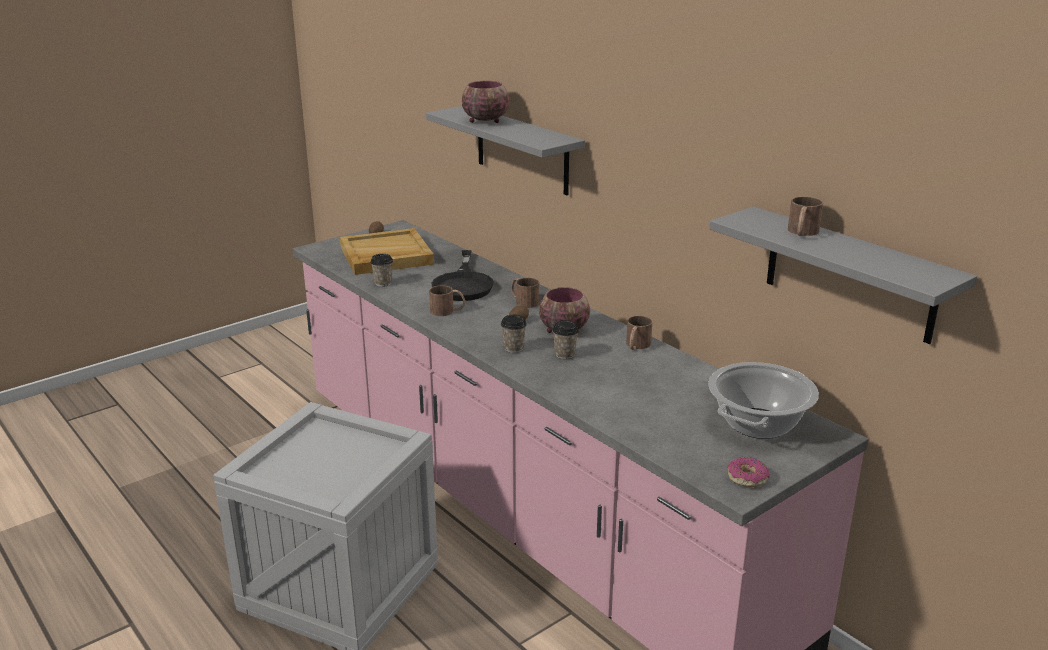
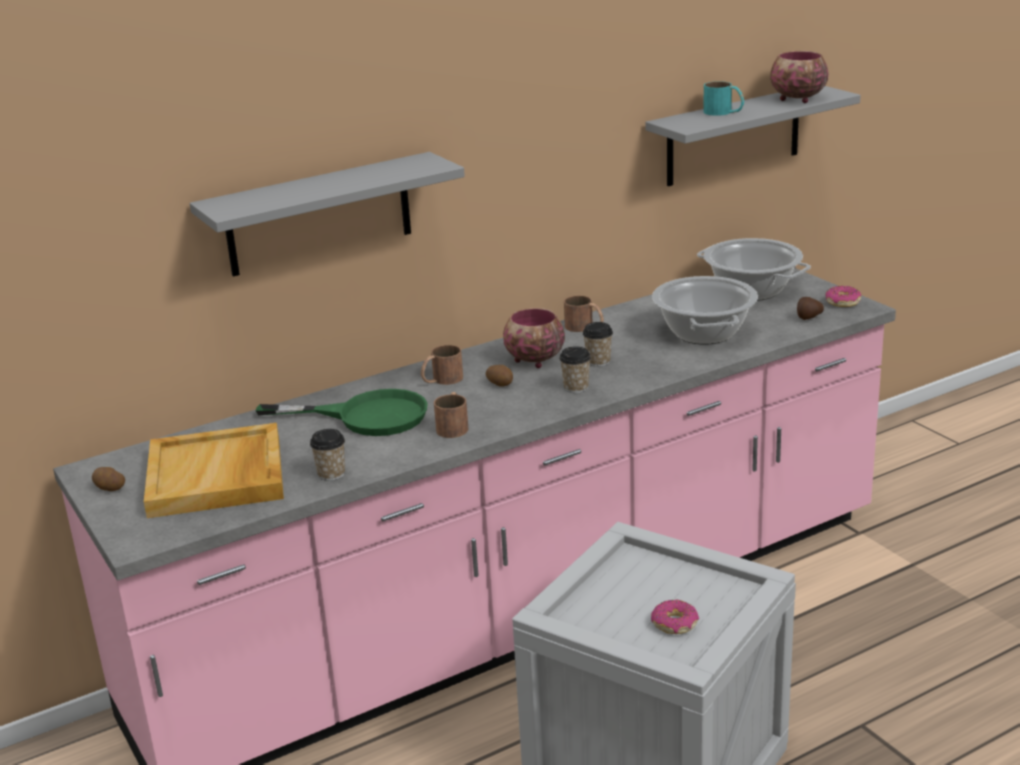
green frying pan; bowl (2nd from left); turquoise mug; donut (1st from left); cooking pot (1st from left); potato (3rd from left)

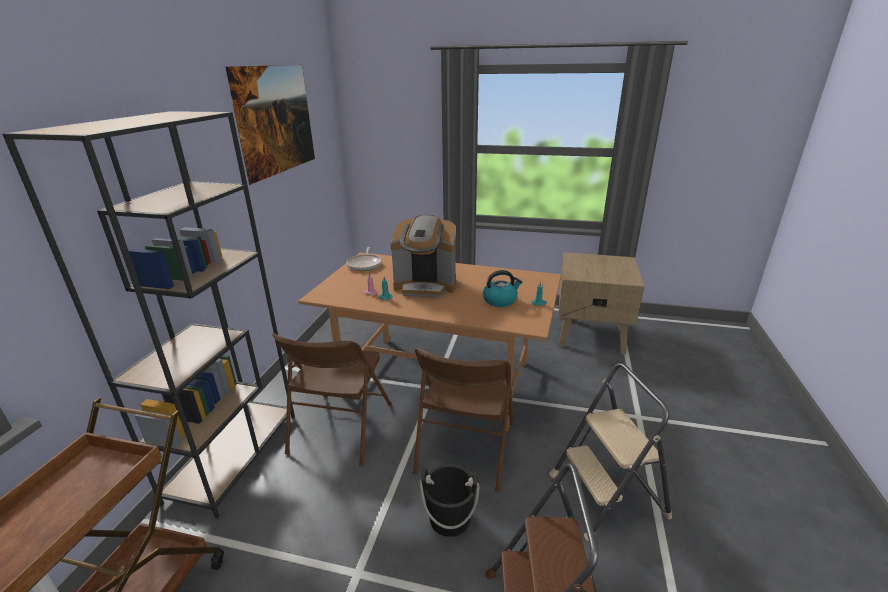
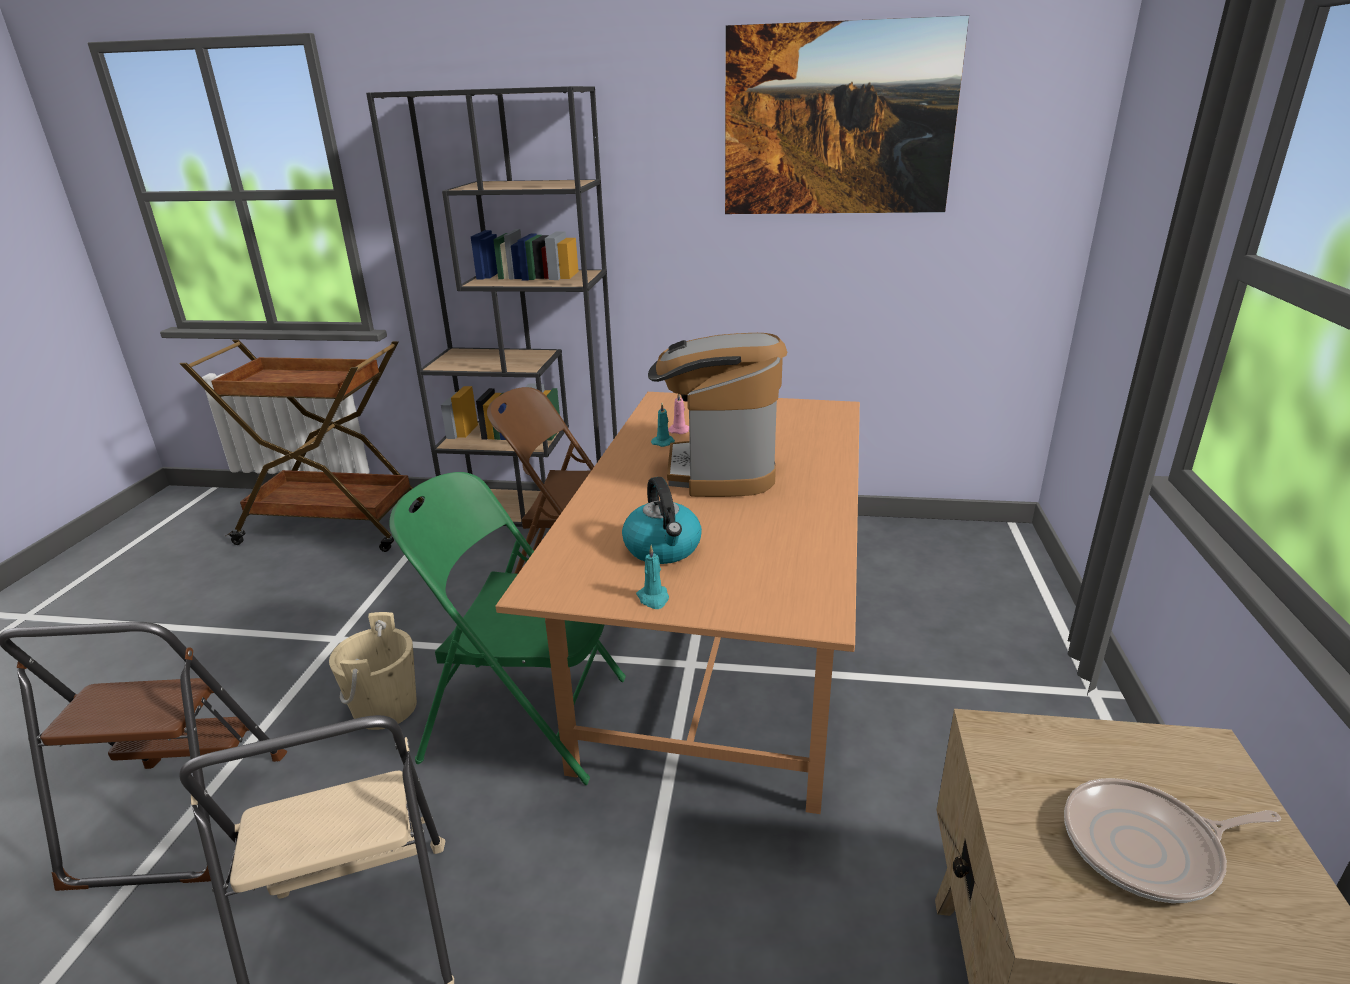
frying pan; green chair; beige bucket

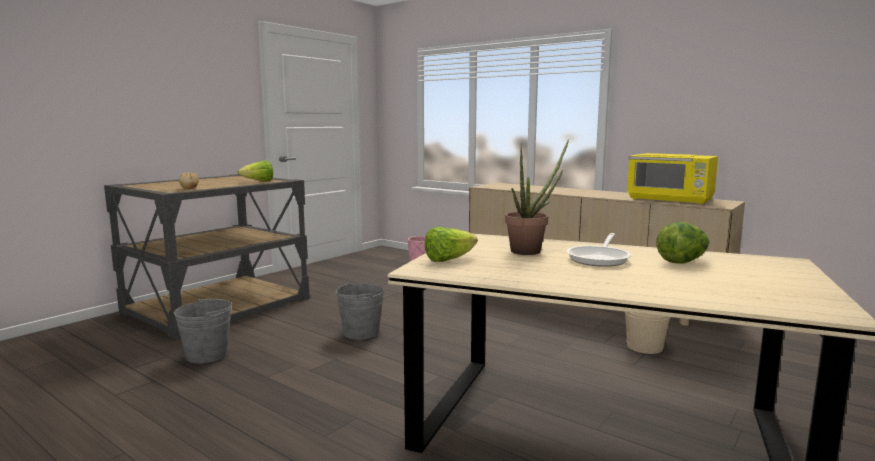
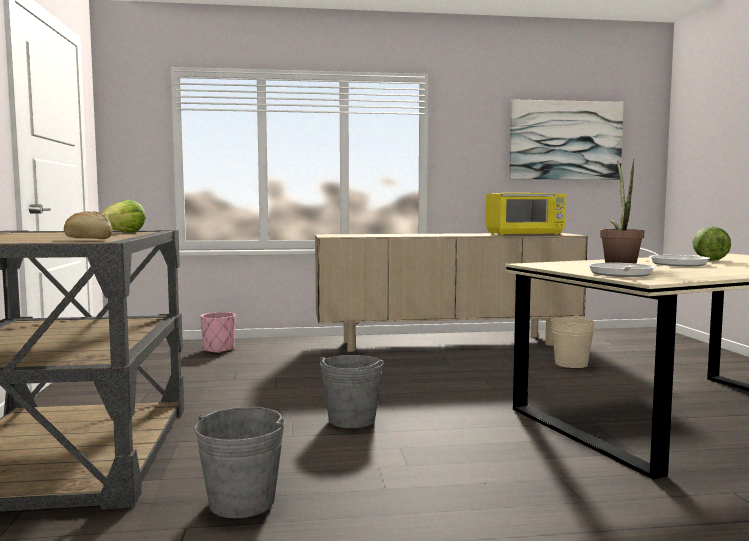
frying pan (1st from left); picture

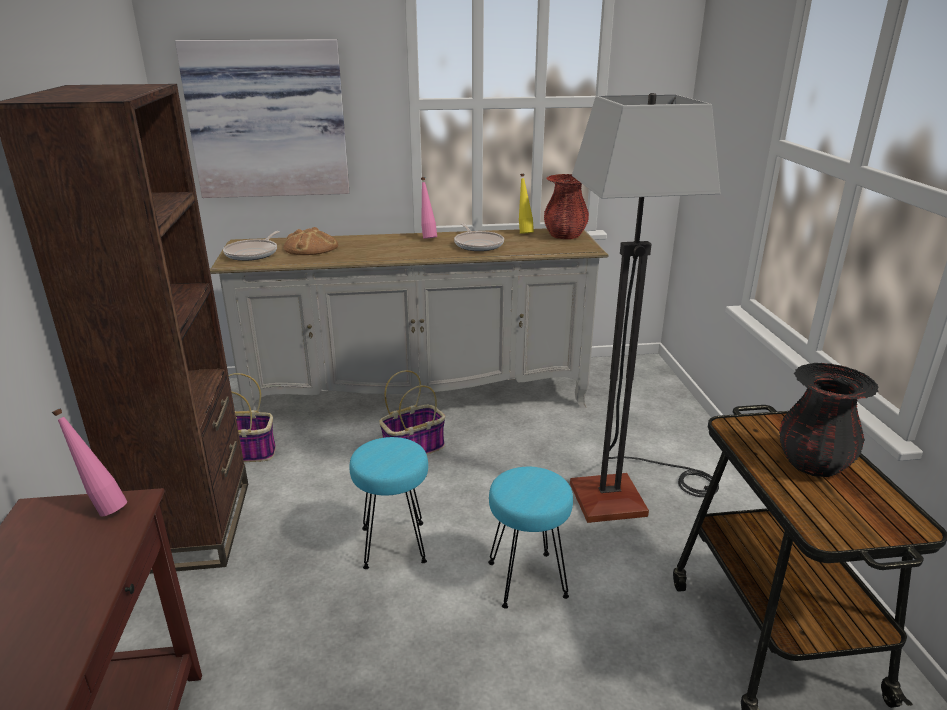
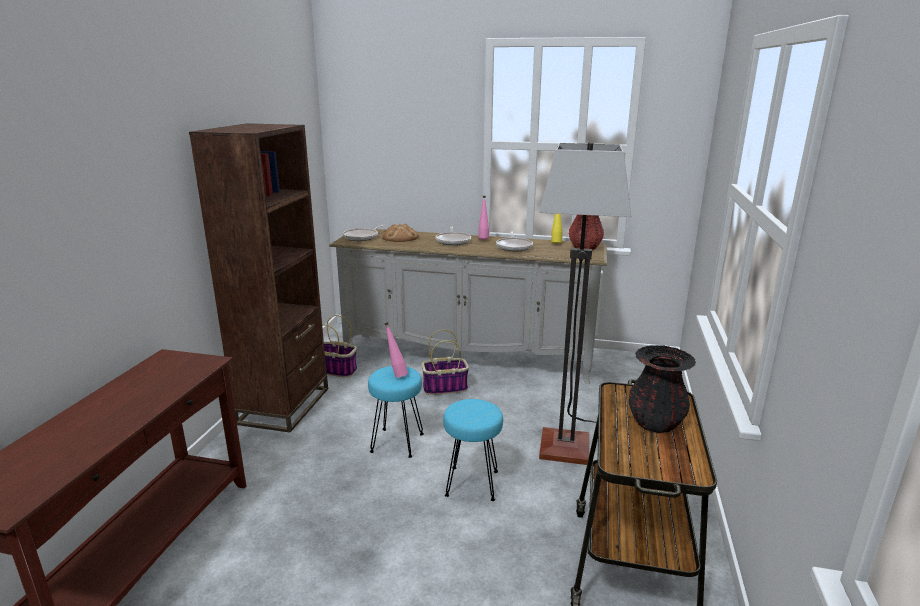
pink bottle (1st from left); picture; frying pan (2nd from left)

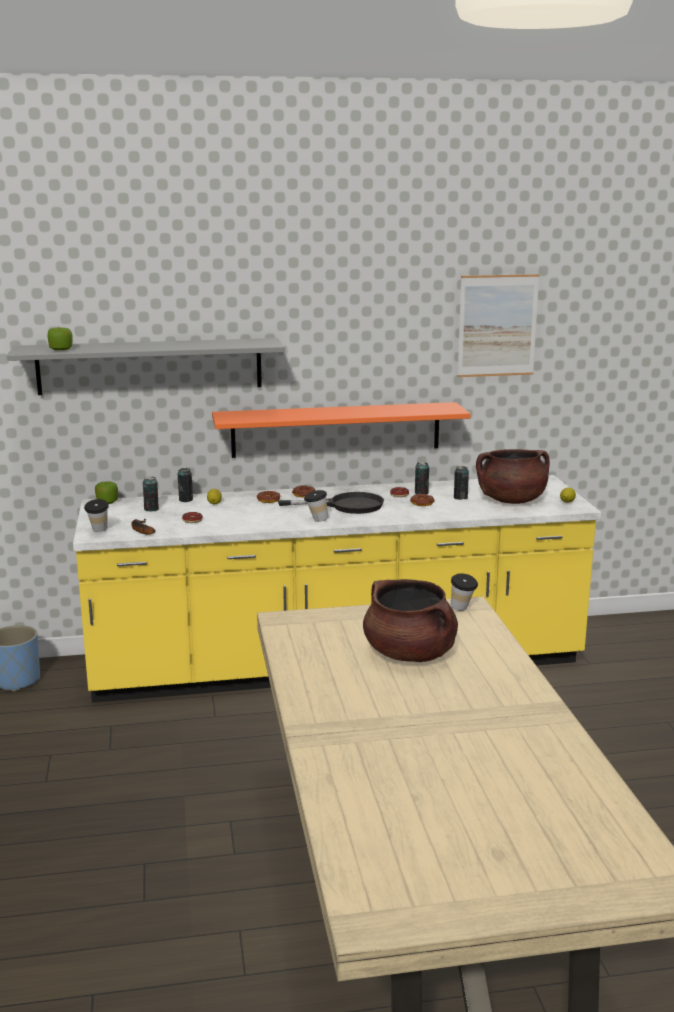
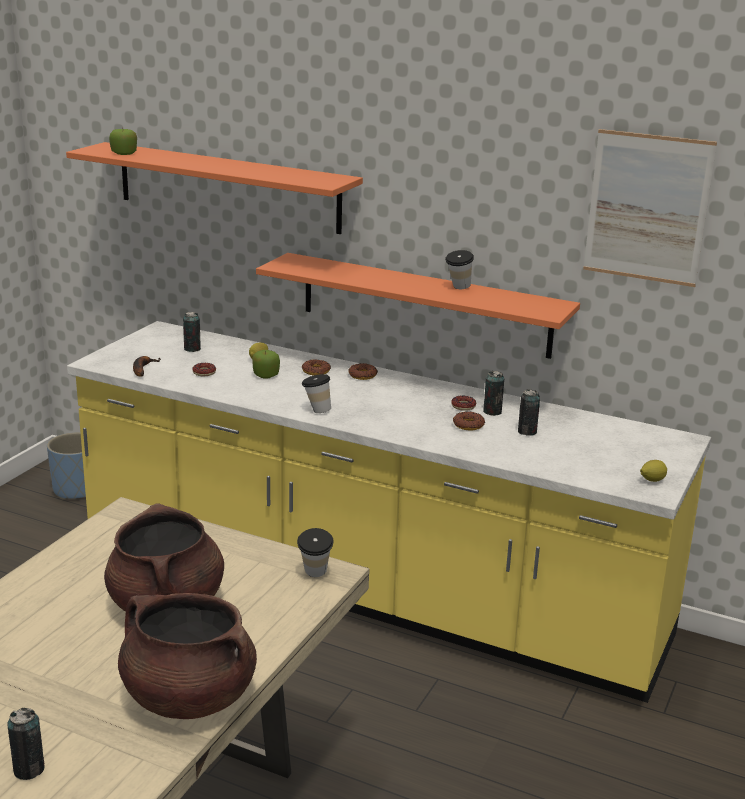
orange shelf (1st from left); cup (3rd from left); apple (2nd from left); can (1st from left); black frying pan; brown cooking pot (2nd from left)

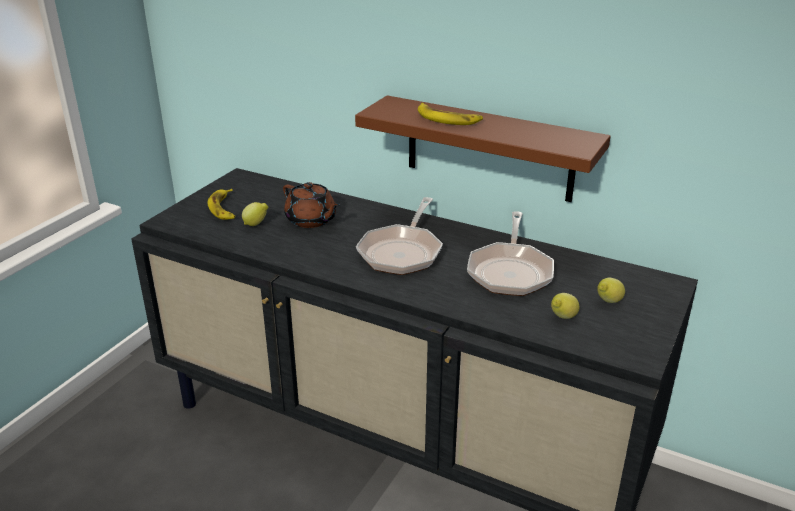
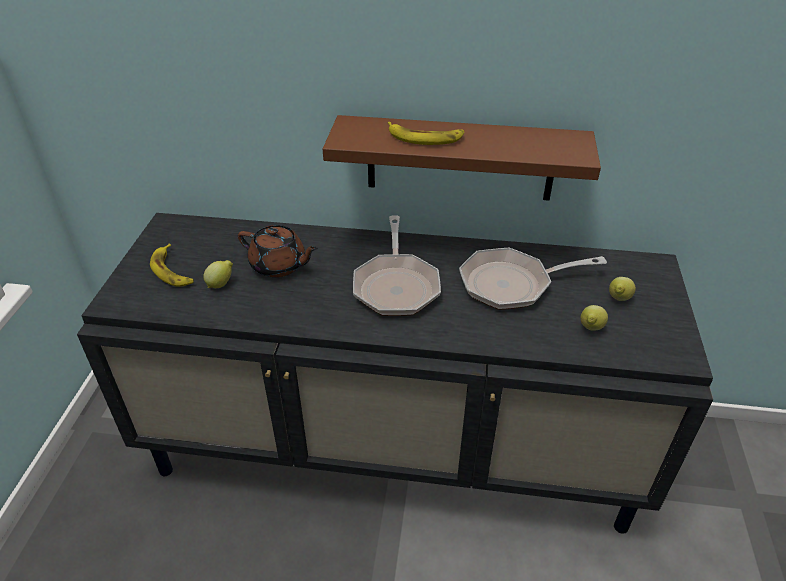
frying pan (2nd from left)

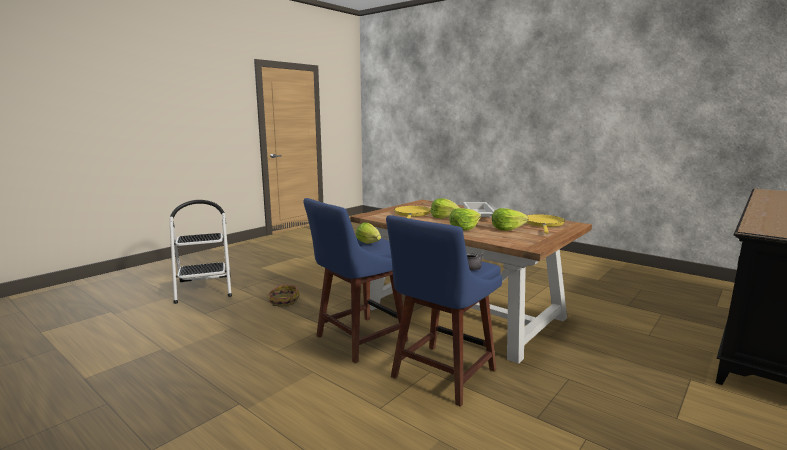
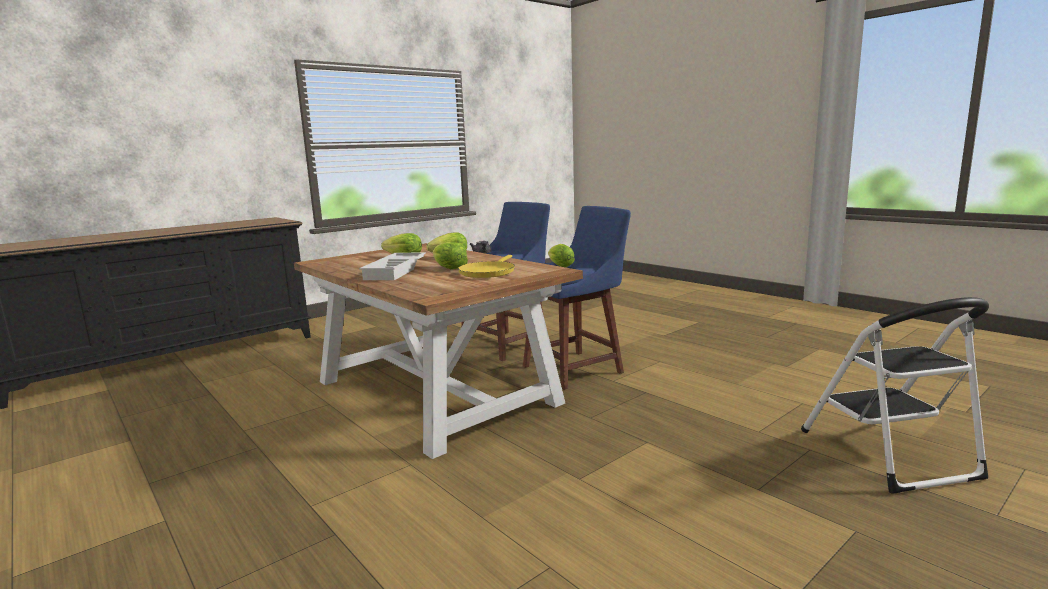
basket; yellow frying pan (2nd from left in the first image)

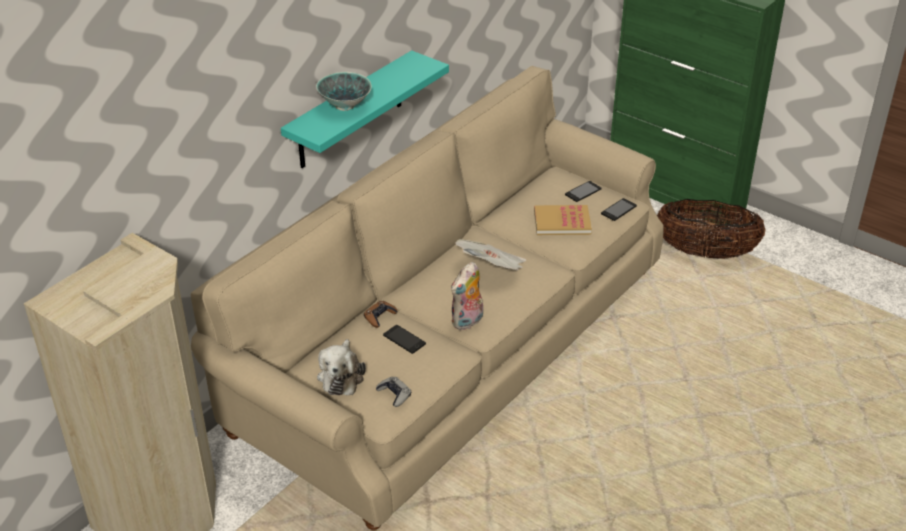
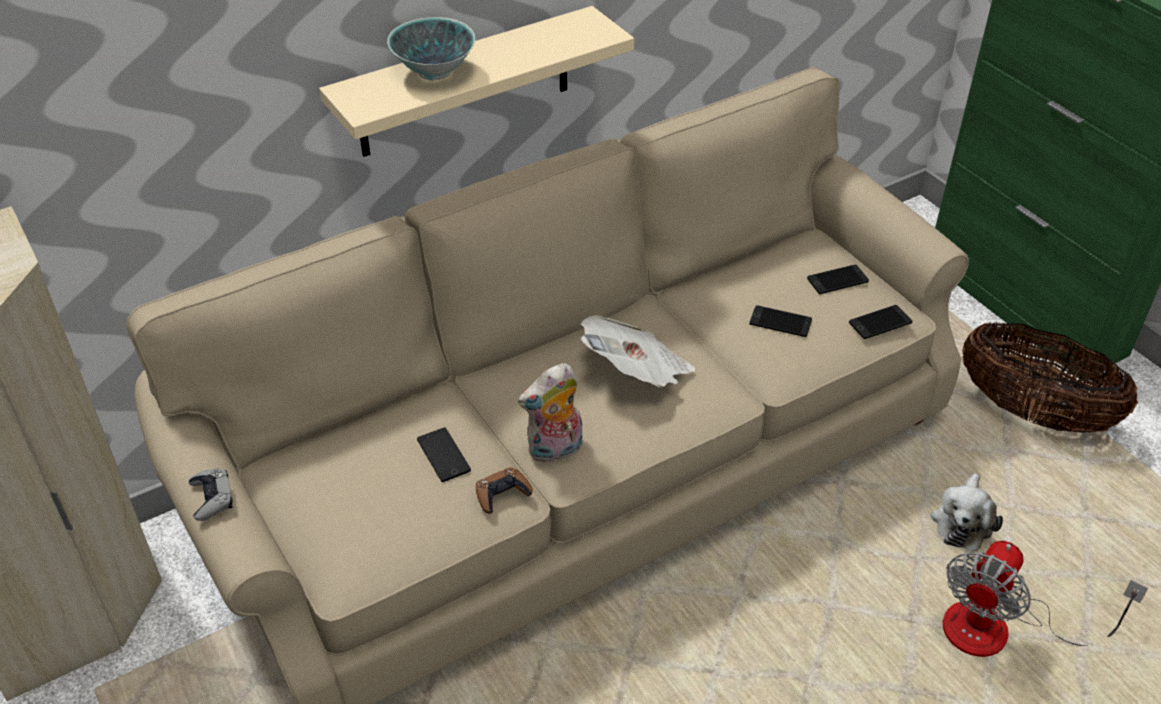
beige shelf; plush toy (2nd from left); brown game controller; grey game controller; phone (2nd from left); fan

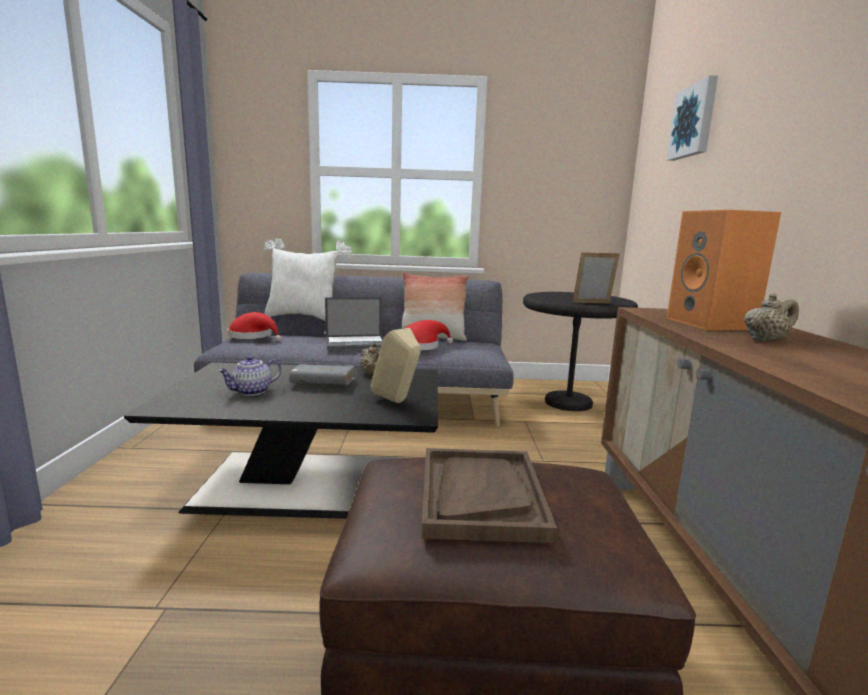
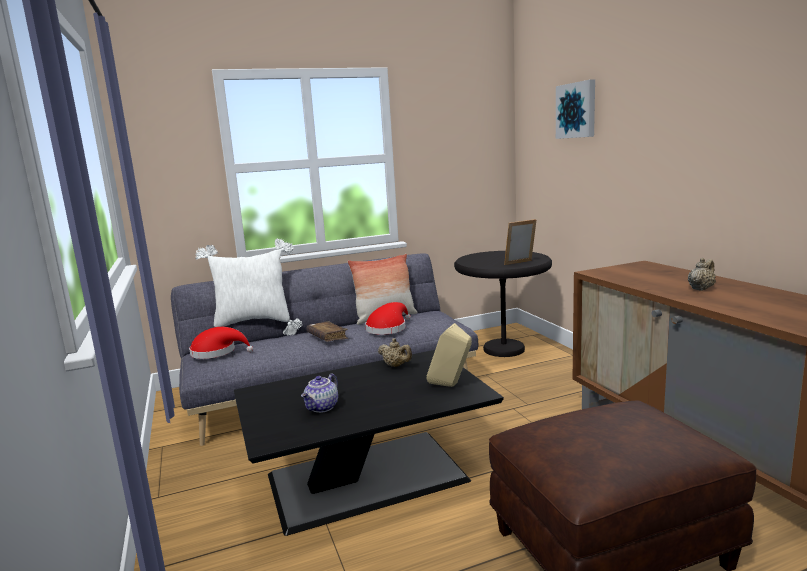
grey book; brown book; brown tray; orange speaker

